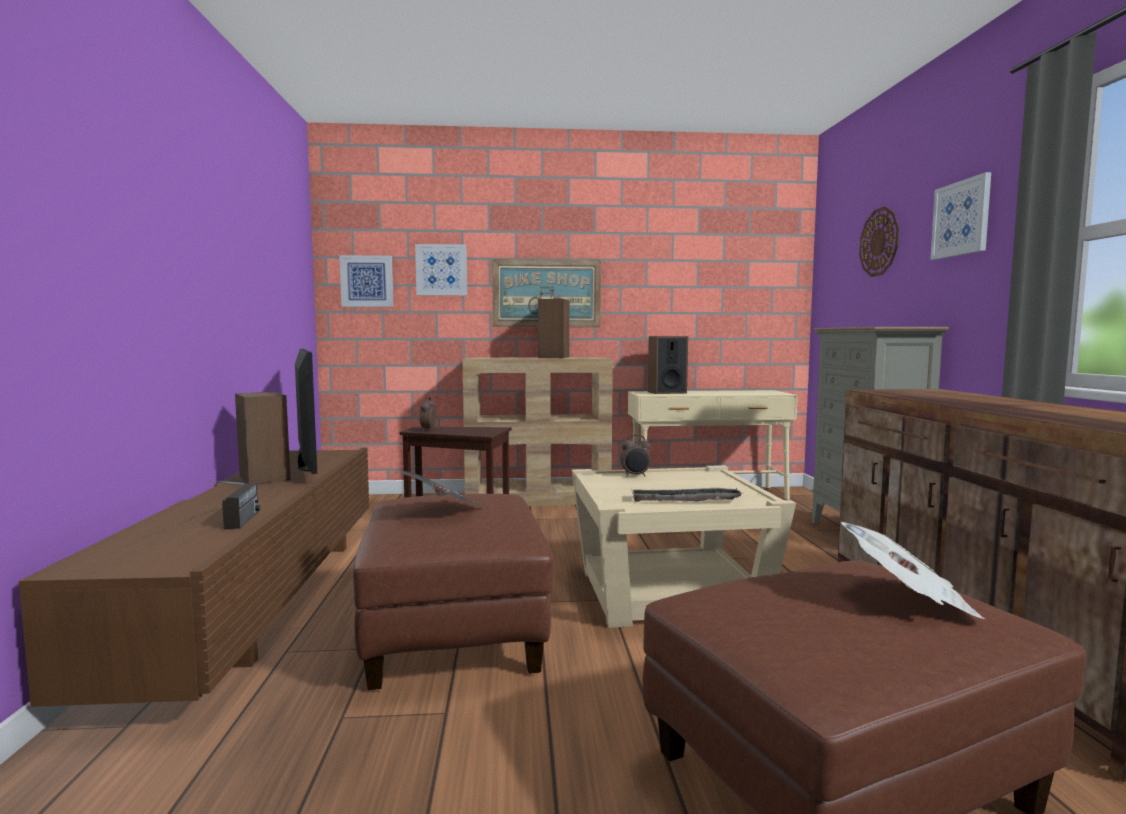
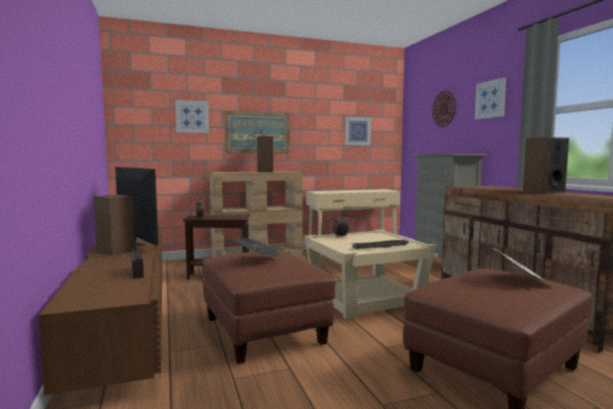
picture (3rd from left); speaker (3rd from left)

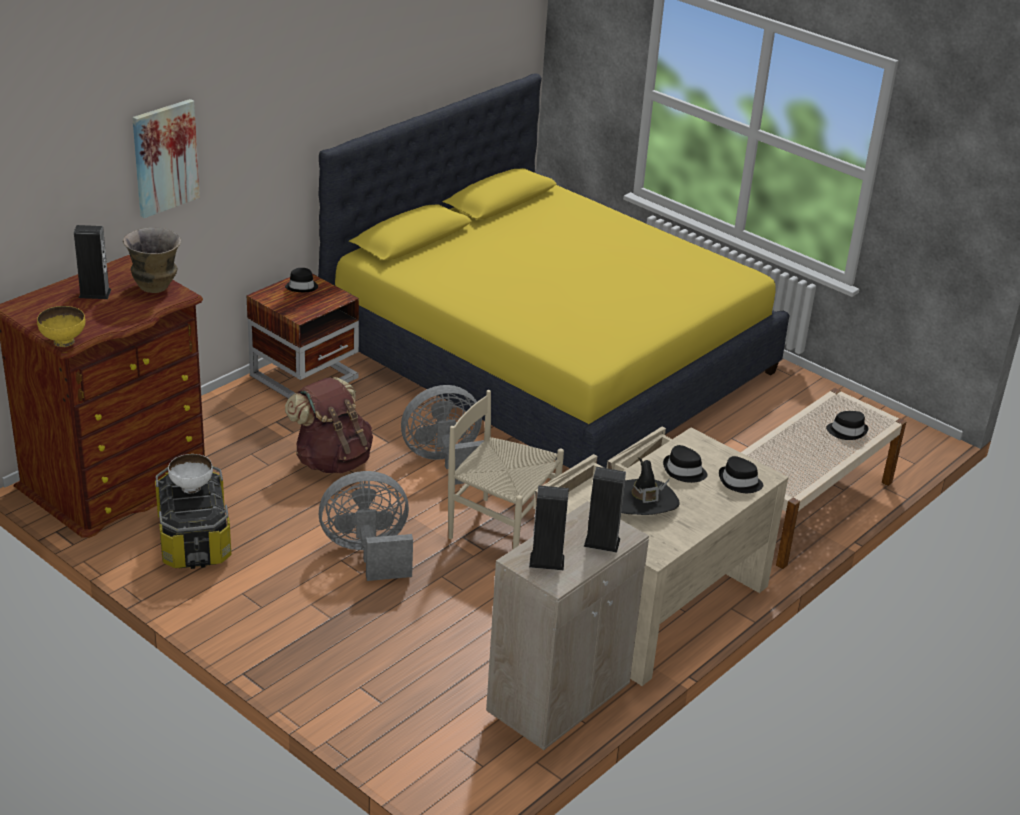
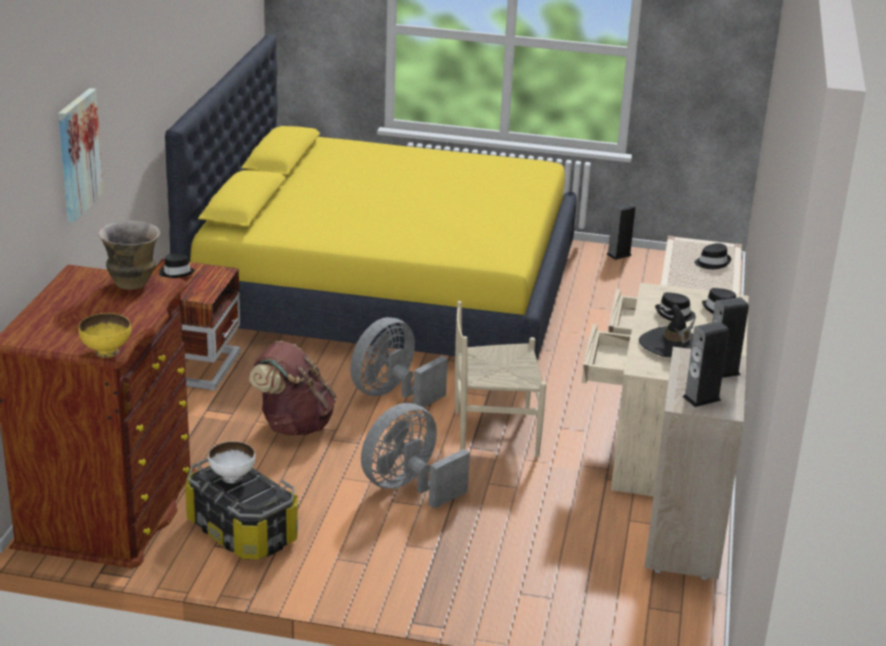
speaker (1st from left)

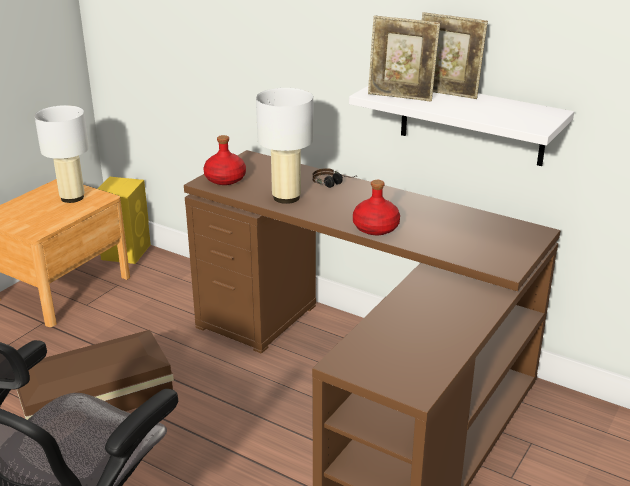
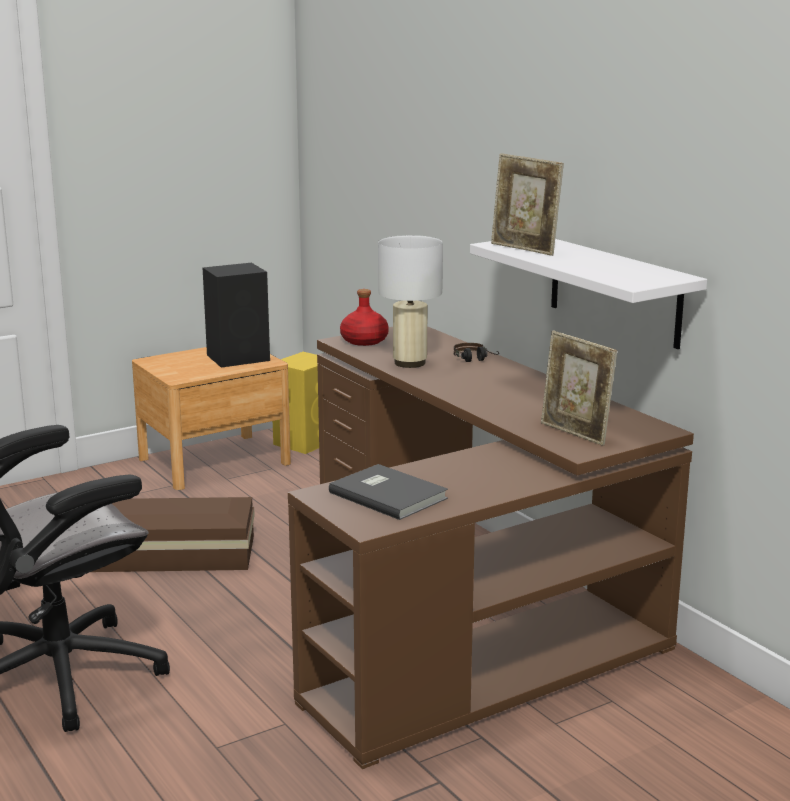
black speaker; red bottle (2nd from left in the first image); picture frame (2nd from left); grey book

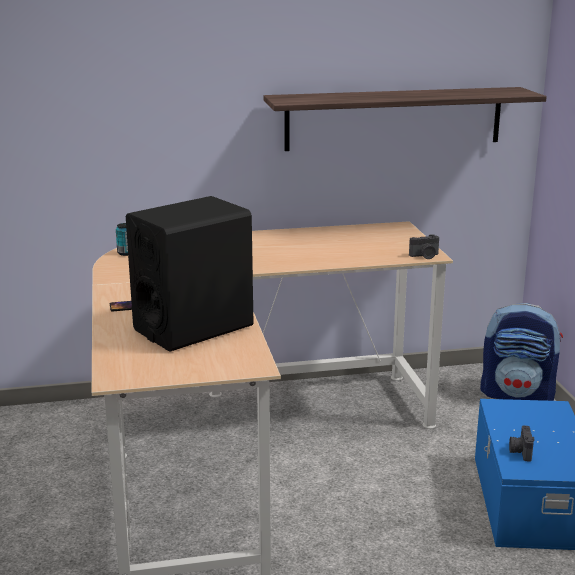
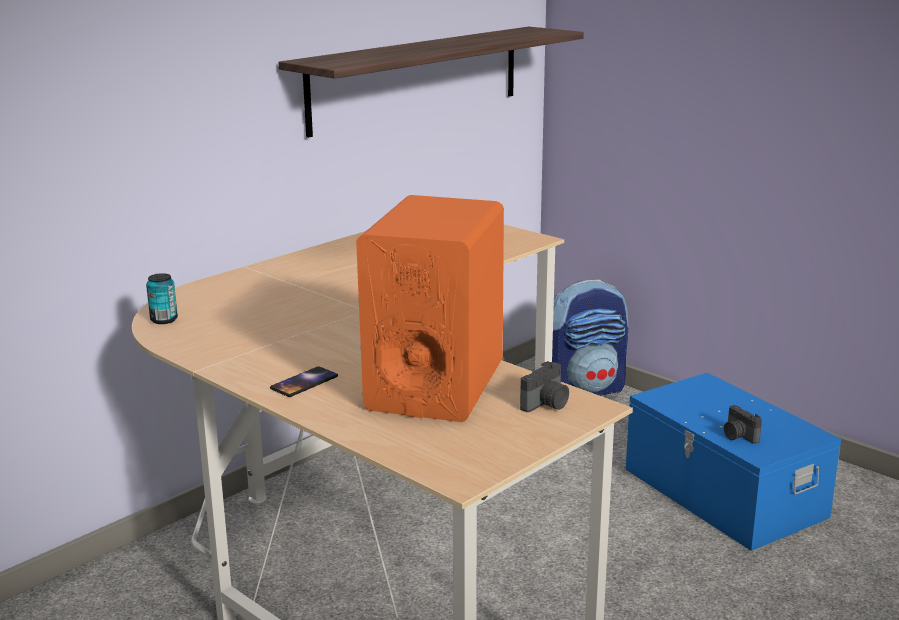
orange speaker; photo camera (1st from left)

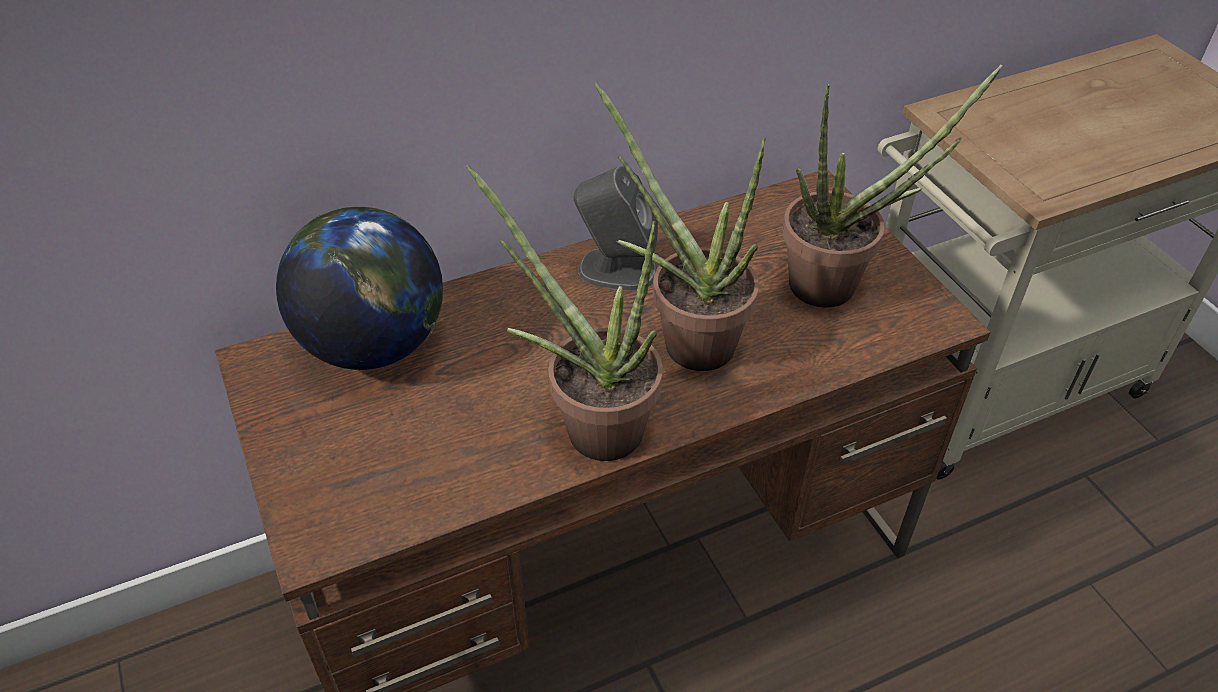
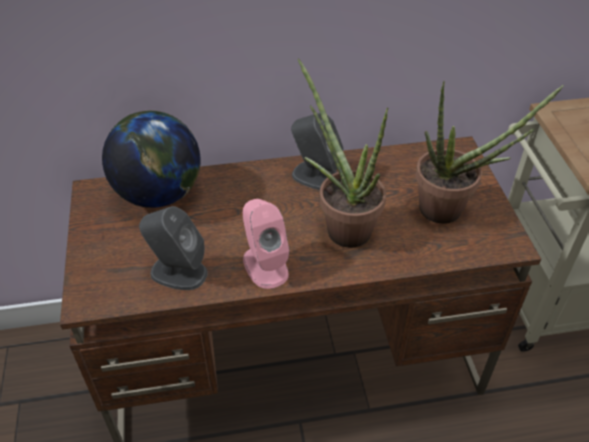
pink speaker; grey speaker (1st from left)

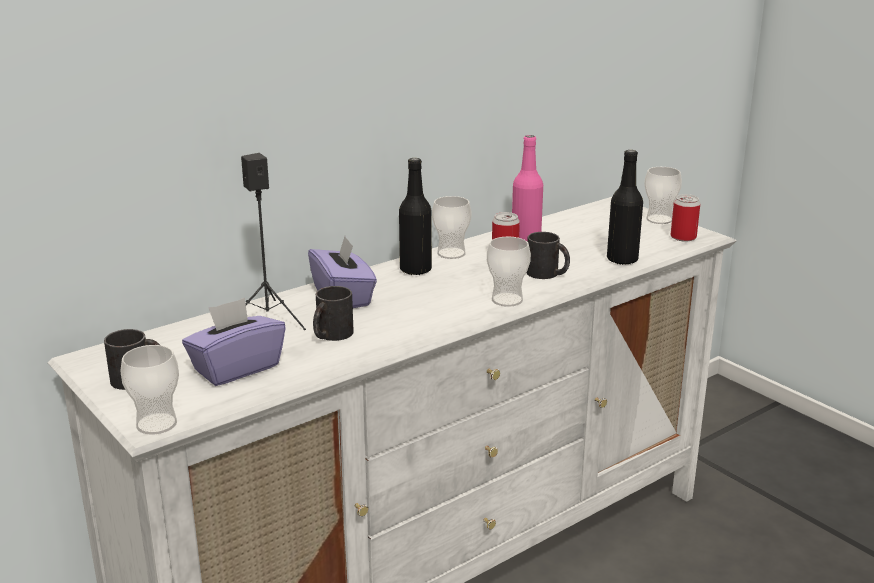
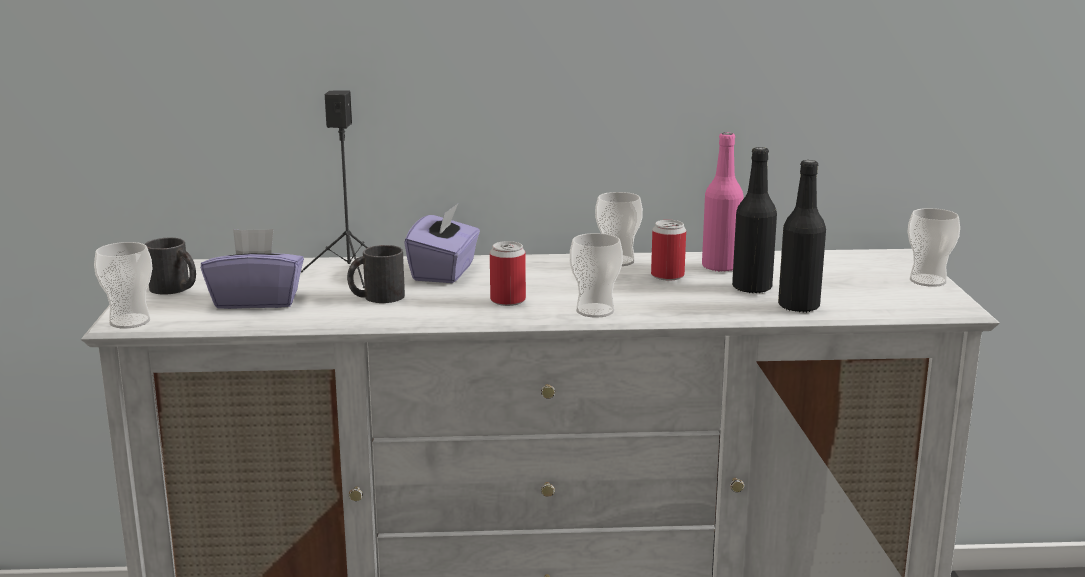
black bottle (1st from left); black mug (3rd from left in the first image); can (1st from left)

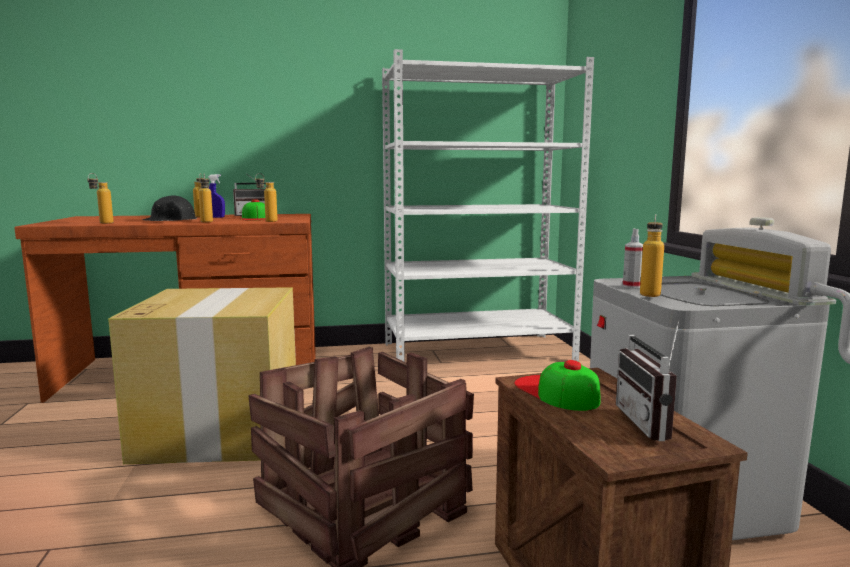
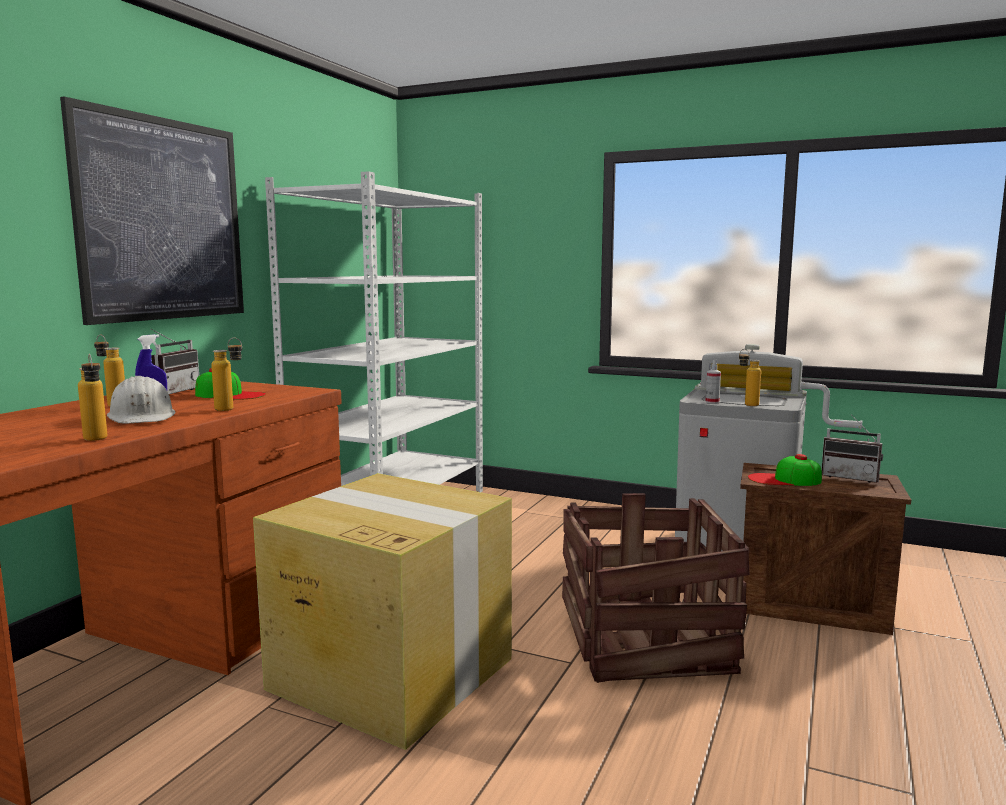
white hard hat; bottle (4th from left in the first image); picture

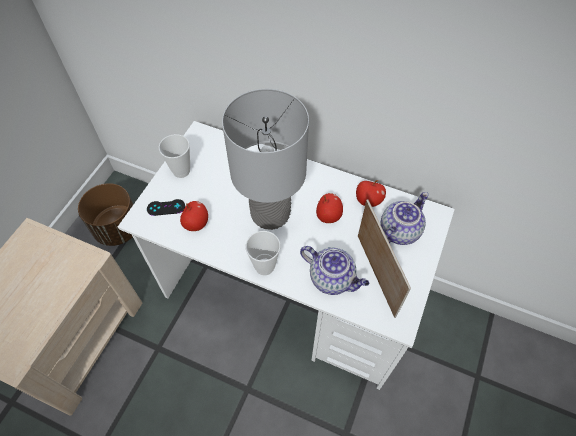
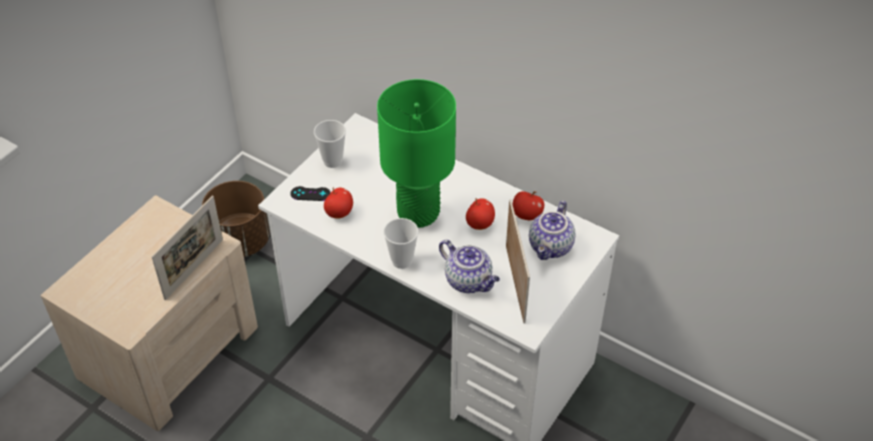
green table lamp; teapot (2nd from left); picture frame (1st from left)

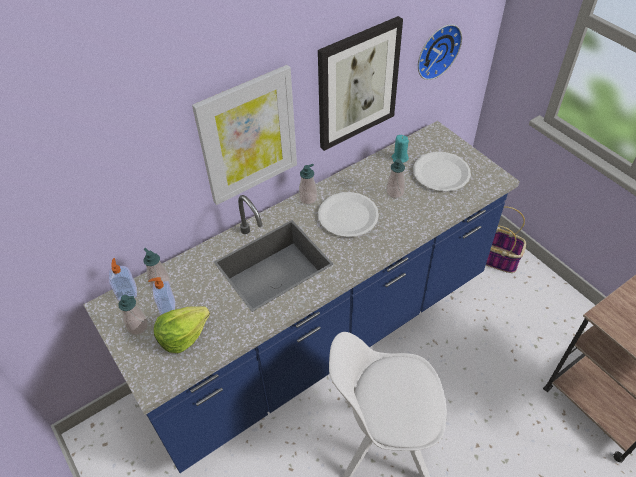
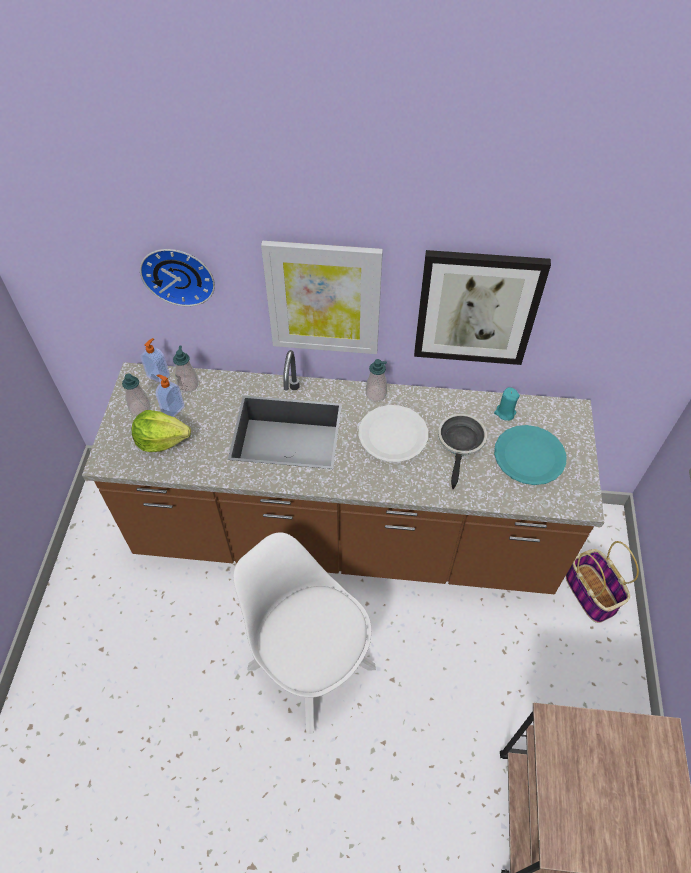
brown counter; frying pan; turquoise plate; wall clock

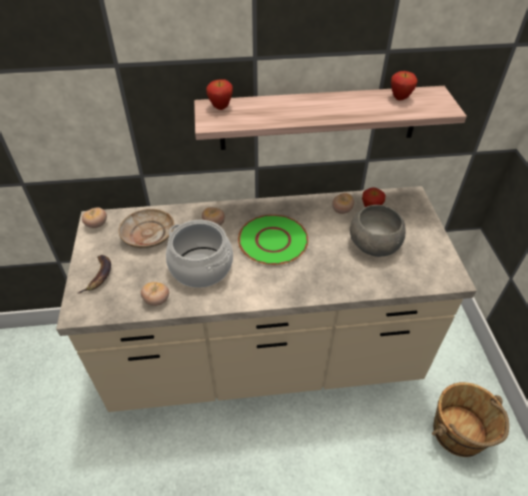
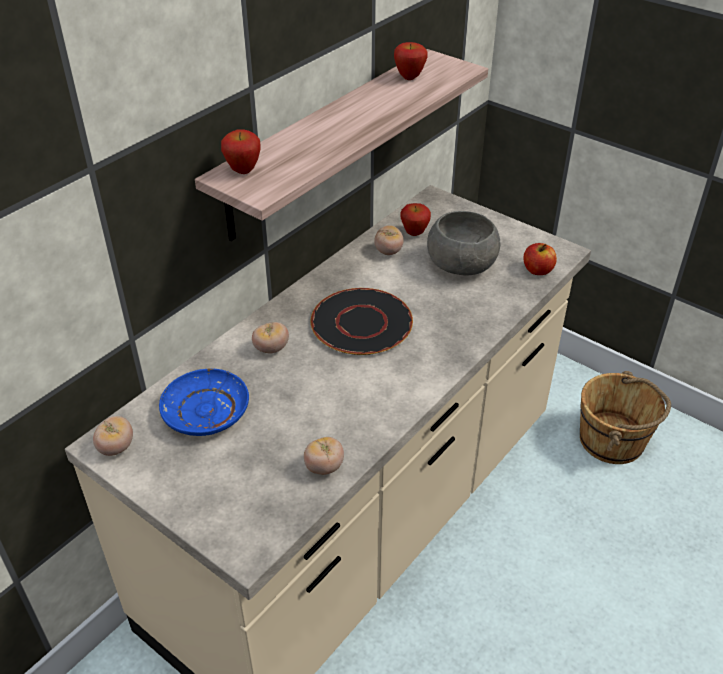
banana; blue plate; cooking pot; black plate; apple (4th from left)

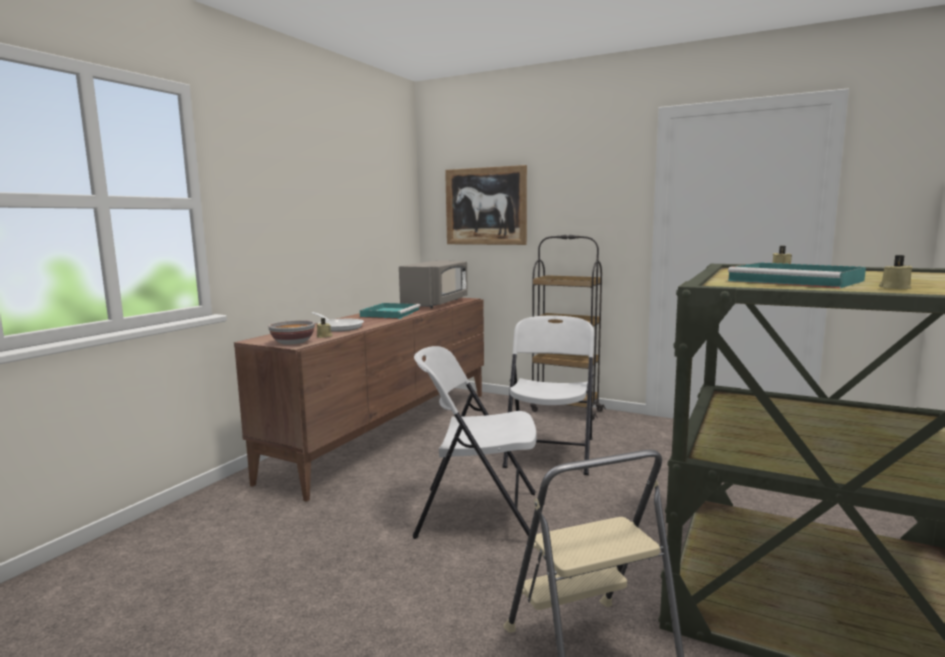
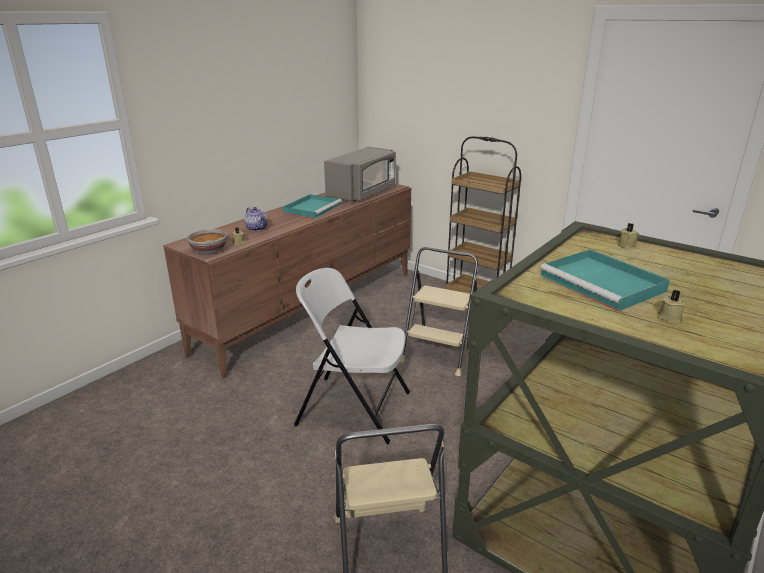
teapot; picture; beige step ladder (2nd from left)

